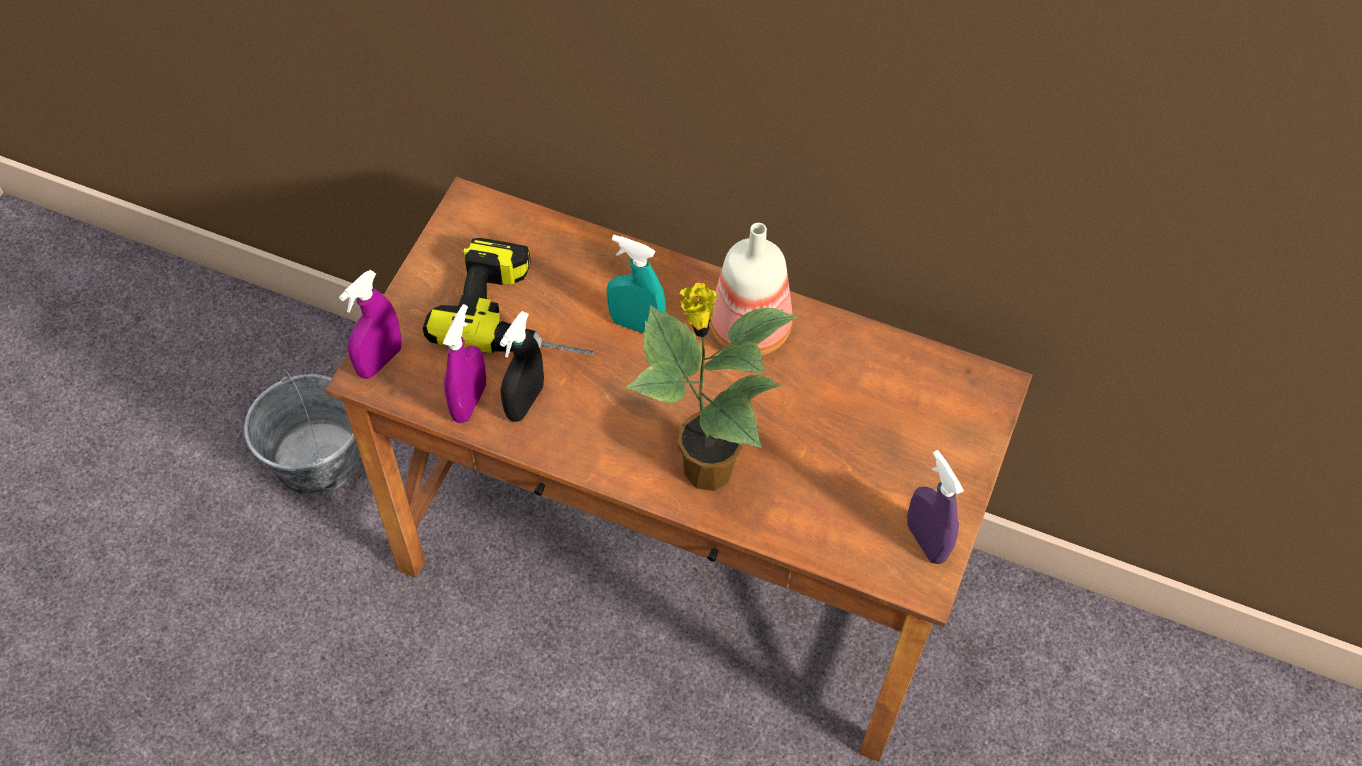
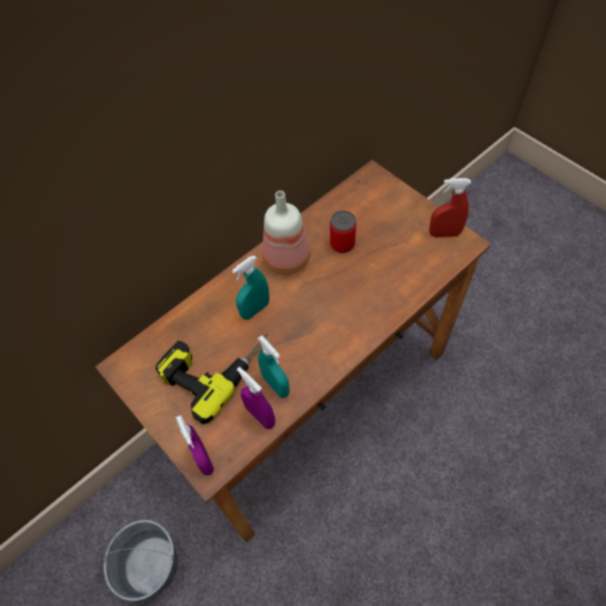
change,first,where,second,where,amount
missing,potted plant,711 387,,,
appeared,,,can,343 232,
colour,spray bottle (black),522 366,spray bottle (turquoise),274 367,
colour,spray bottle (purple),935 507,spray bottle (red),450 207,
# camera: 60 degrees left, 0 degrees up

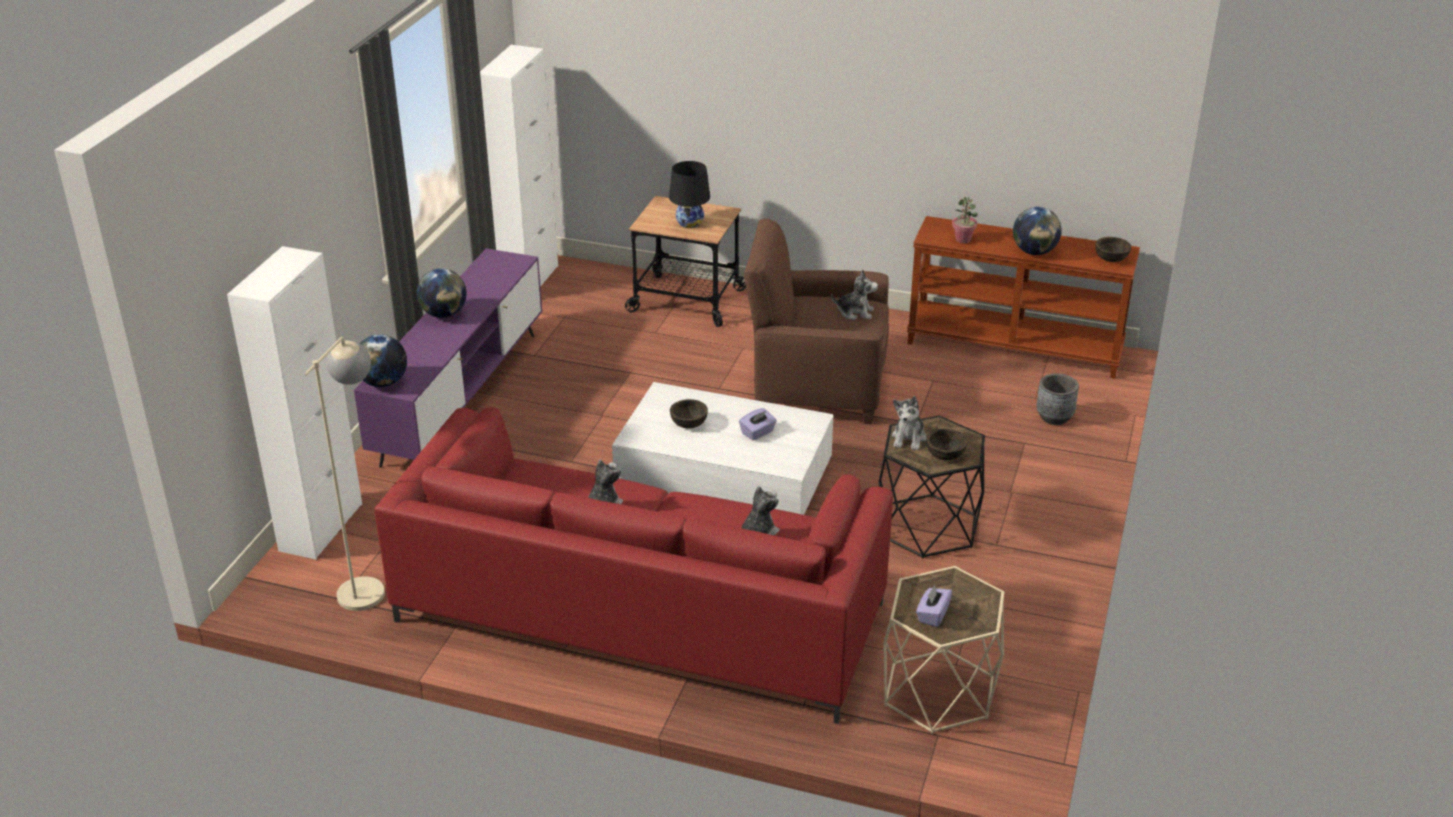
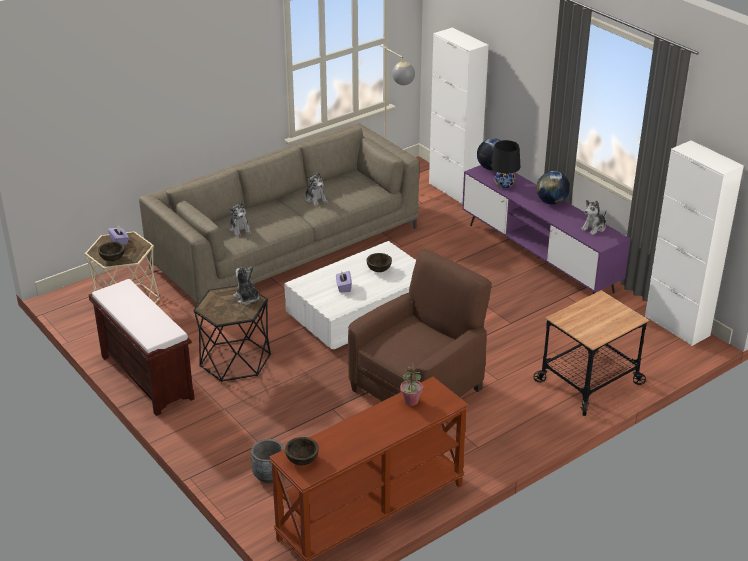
change,first,where,second,where,amount
missing,globe,1037 231,,,
appeared,,,bench (brown),142 347,
relocated,table lamp (black),689 194,,506 164,
relocated,plush toy,854 295,,594 217,
relocated,bowl (brown),946 444,,111 251,
colour,sofa (red),633 565,sofa (beige),279 214,
# camera: 125 degrees right, 0 degrees up

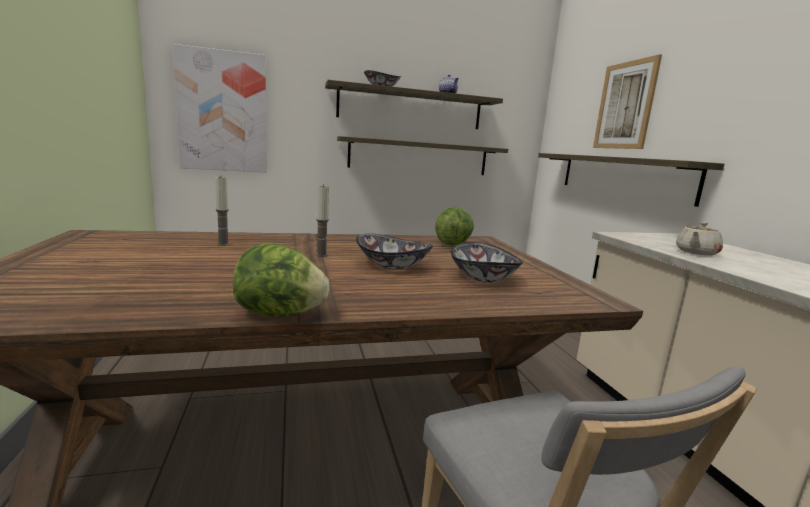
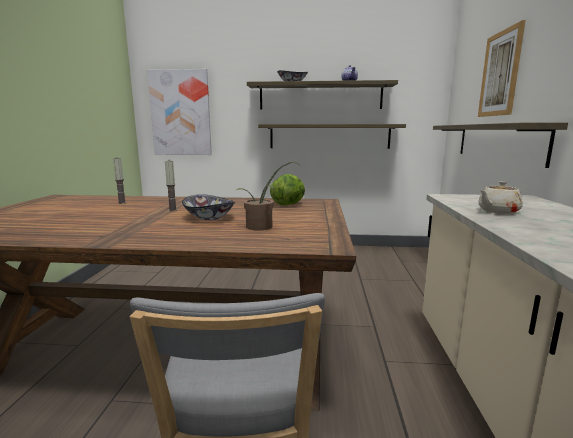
change,first,where,second,where,amount
missing,lettuce,281 280,,,
exchanged,bowl,487 262,potted plant,267 196,
# camera: 20 degrees right, 0 degrees up

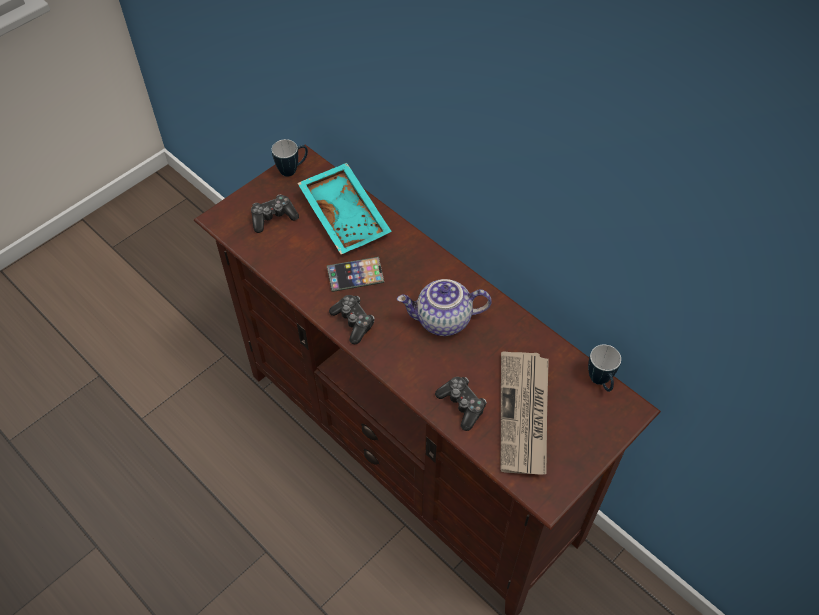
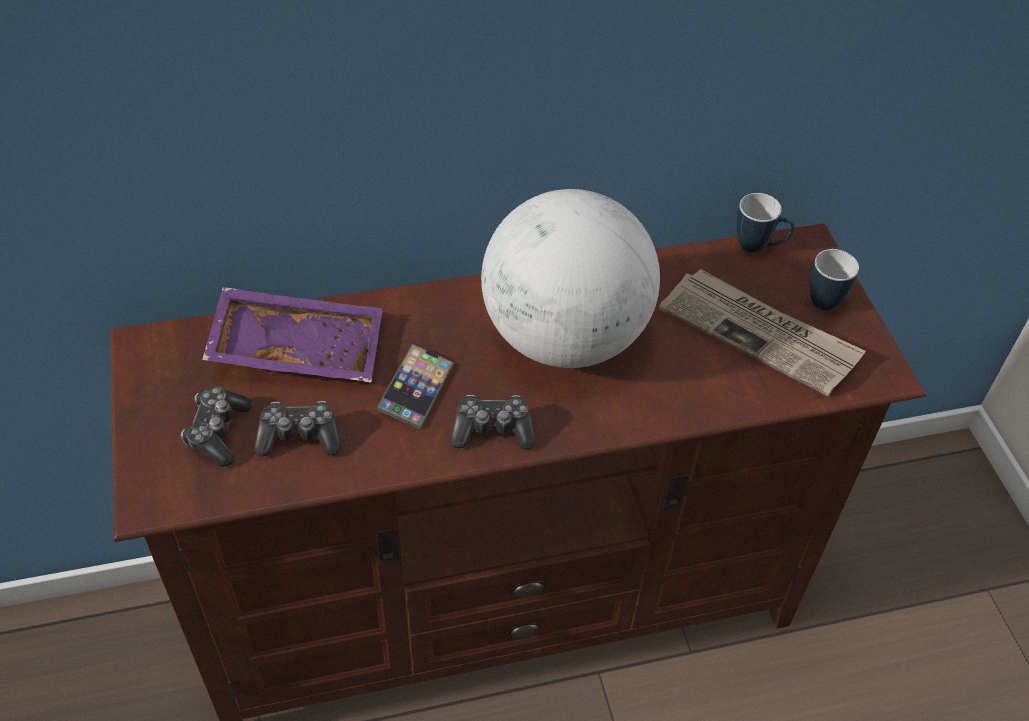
change,first,where,second,where,amount
relocated,mug,290 157,,834 278,
relocated,game controller,461 404,,297 429,
exchanged,teapot,444 307,globe,570 278,
colour,tray (turquoise),344 209,tray (purple),292 334,
# camera: 60 degrees left, 5 degrees down

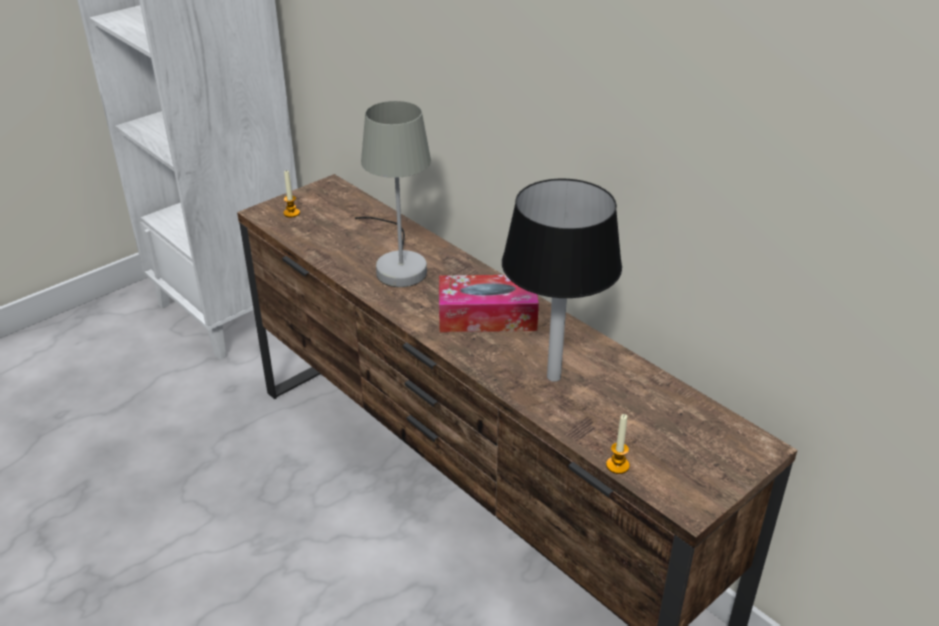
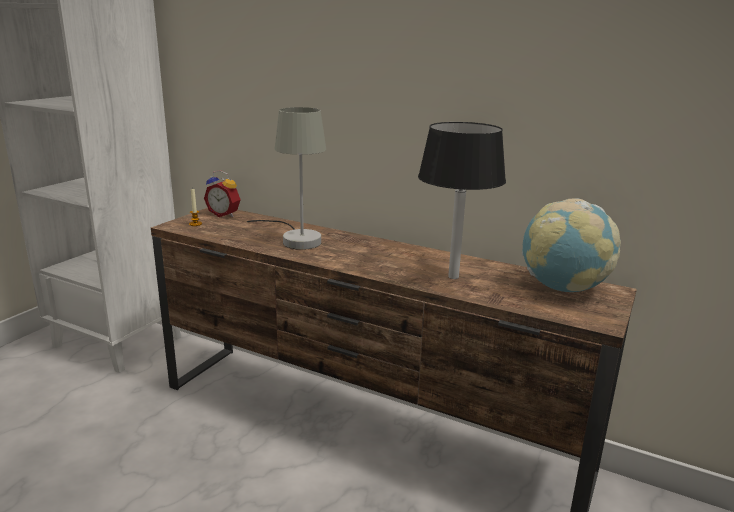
change,first,where,second,where,amount
missing,tissue box,489 303,,,
missing,candle,618 444,,,
appeared,,,alarm clock,222 193,
appeared,,,globe,571 245,
# camera: 20 degrees left, 15 degrees down

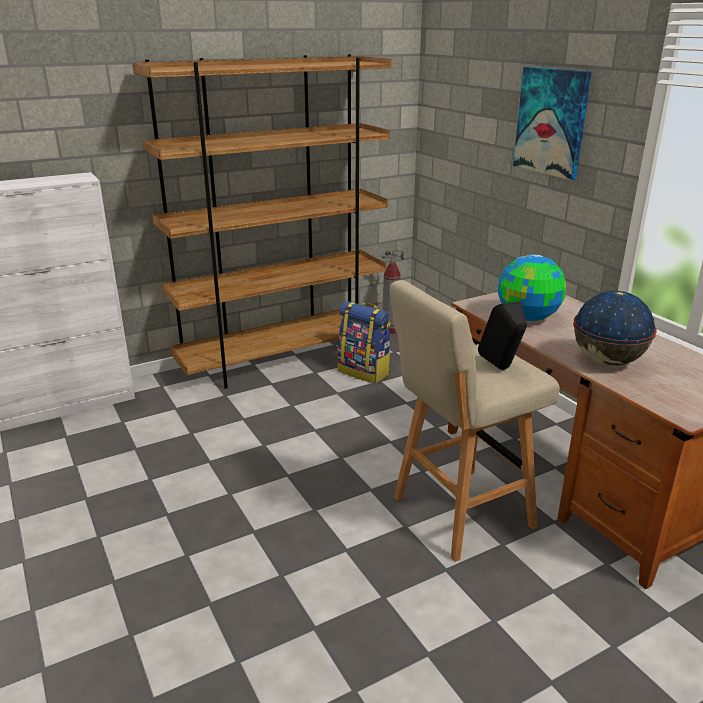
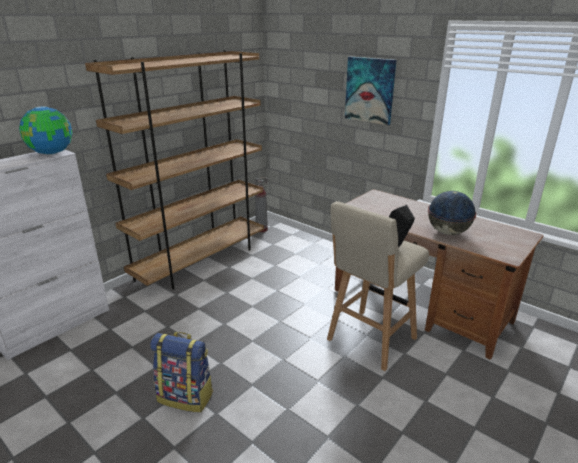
change,first,where,second,where,amount
relocated,backpack,364 342,,181 372,
relocated,globe,532 287,,45 130,
# camera: 20 degrees left, 0 degrees up

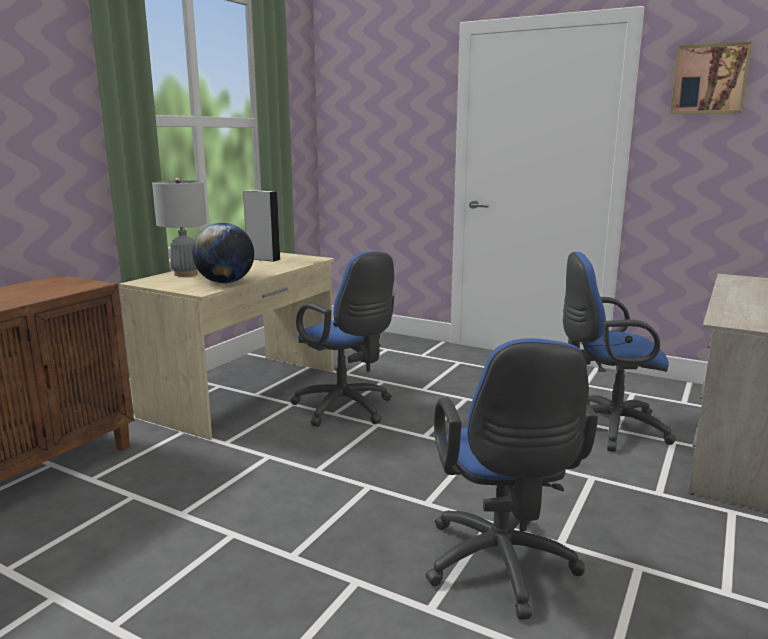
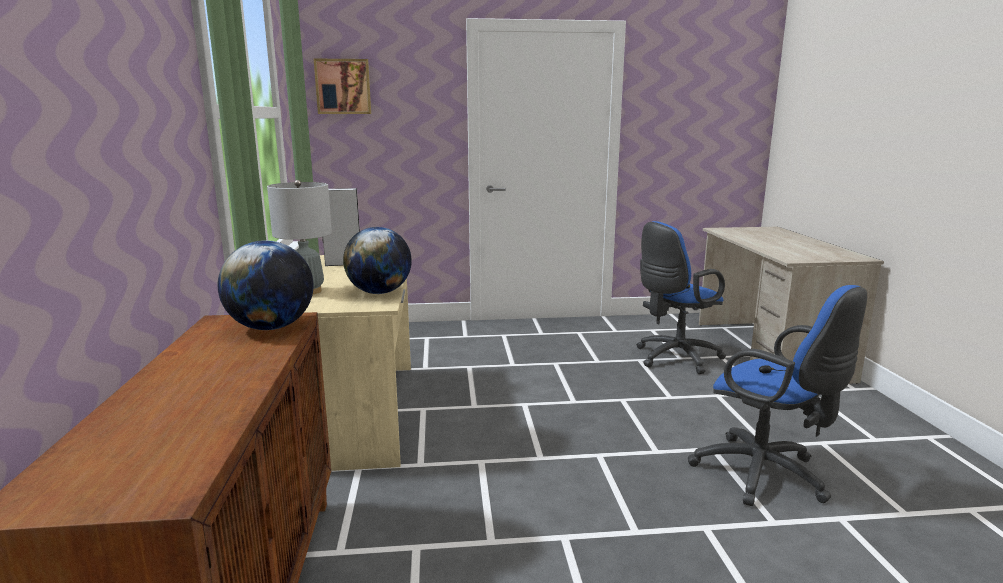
change,first,where,second,where,amount
missing,office chair (blue),342 339,,,
appeared,,,globe,265 285,
relocated,picture,711 78,,342 86,
# camera: 35 degrees left, 0 degrees up

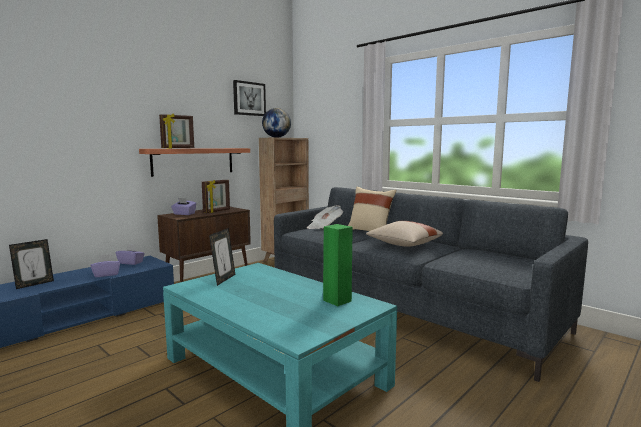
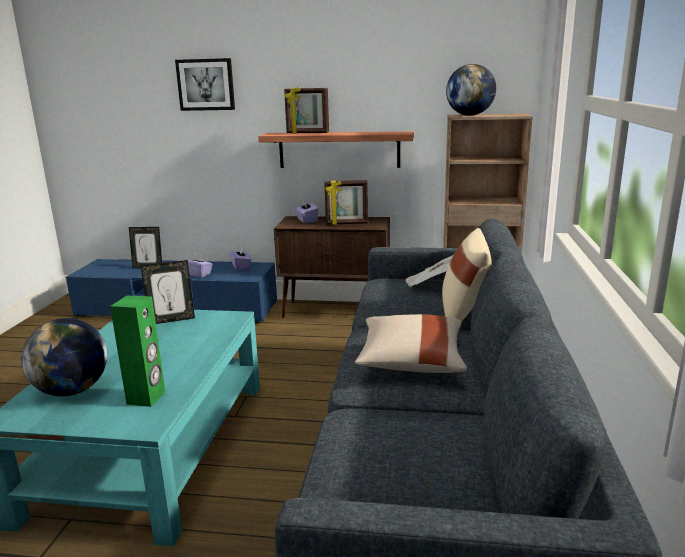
change,first,where,second,where,amount
appeared,,,globe,64 357,
relocated,picture,249 98,,205 84,
# camera: 55 degrees right, 10 degrees up

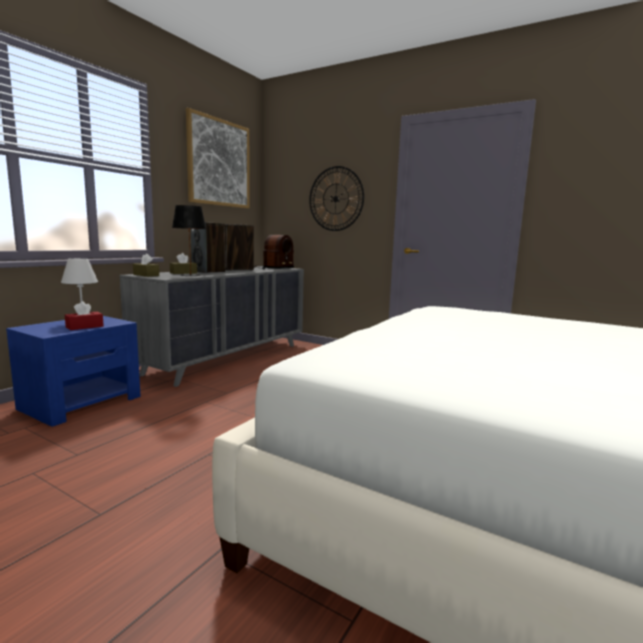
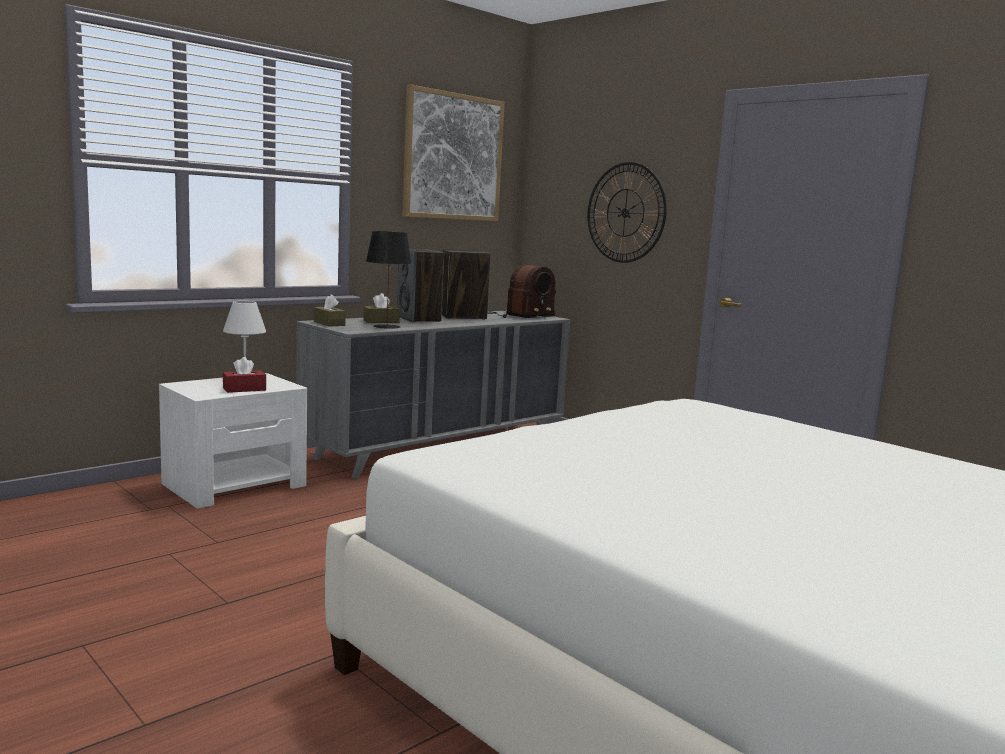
change,first,where,second,where,amount
colour,nightstand (blue),73 371,nightstand (white),233 440,
# camera: 15 degrees right, 0 degrees up

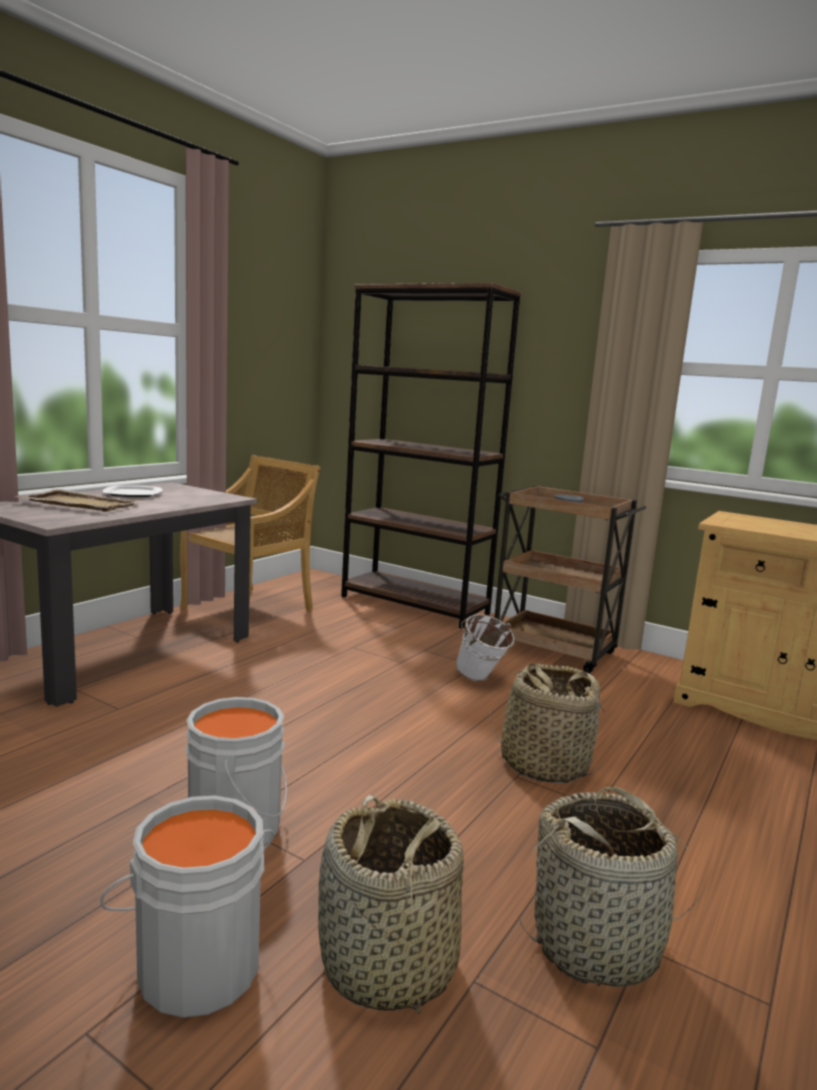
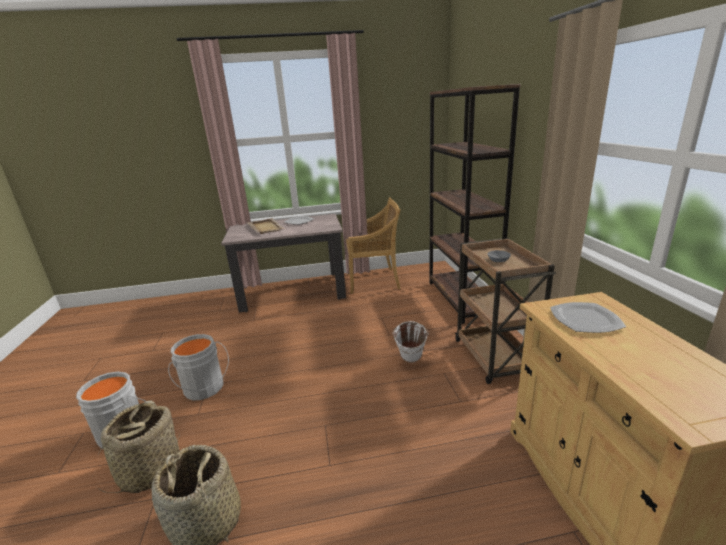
change,first,where,second,where,amount
missing,basket,547 723,,,
appeared,,,plate,588 317,
# camera: 50 degrees right, 10 degrees up

